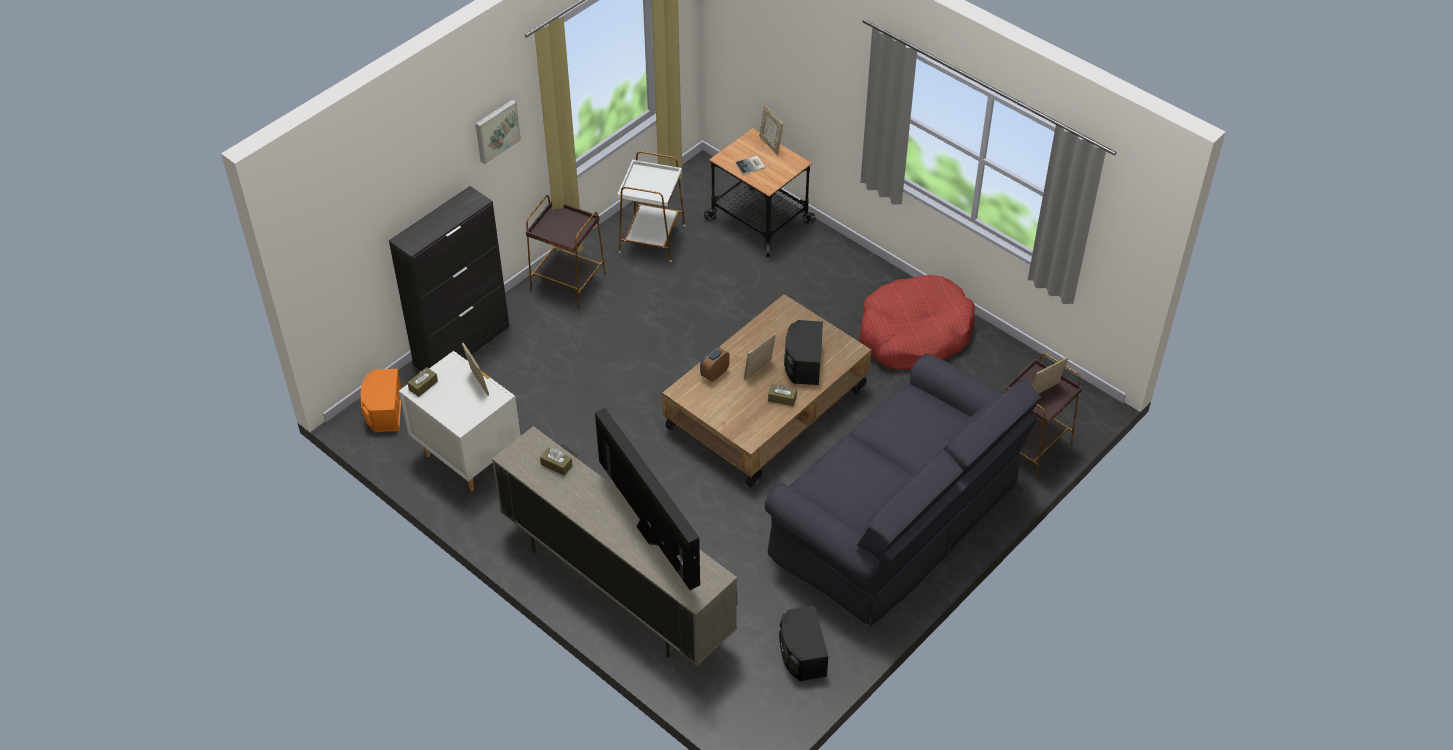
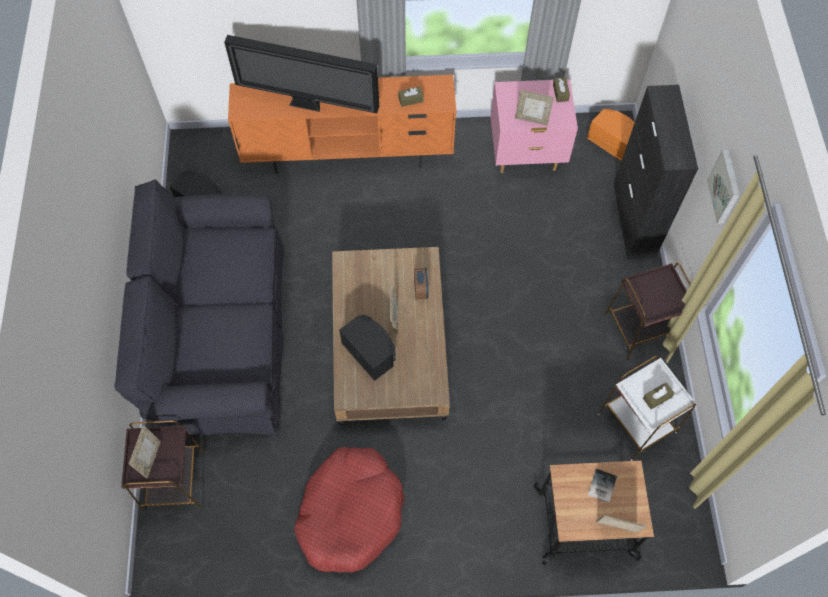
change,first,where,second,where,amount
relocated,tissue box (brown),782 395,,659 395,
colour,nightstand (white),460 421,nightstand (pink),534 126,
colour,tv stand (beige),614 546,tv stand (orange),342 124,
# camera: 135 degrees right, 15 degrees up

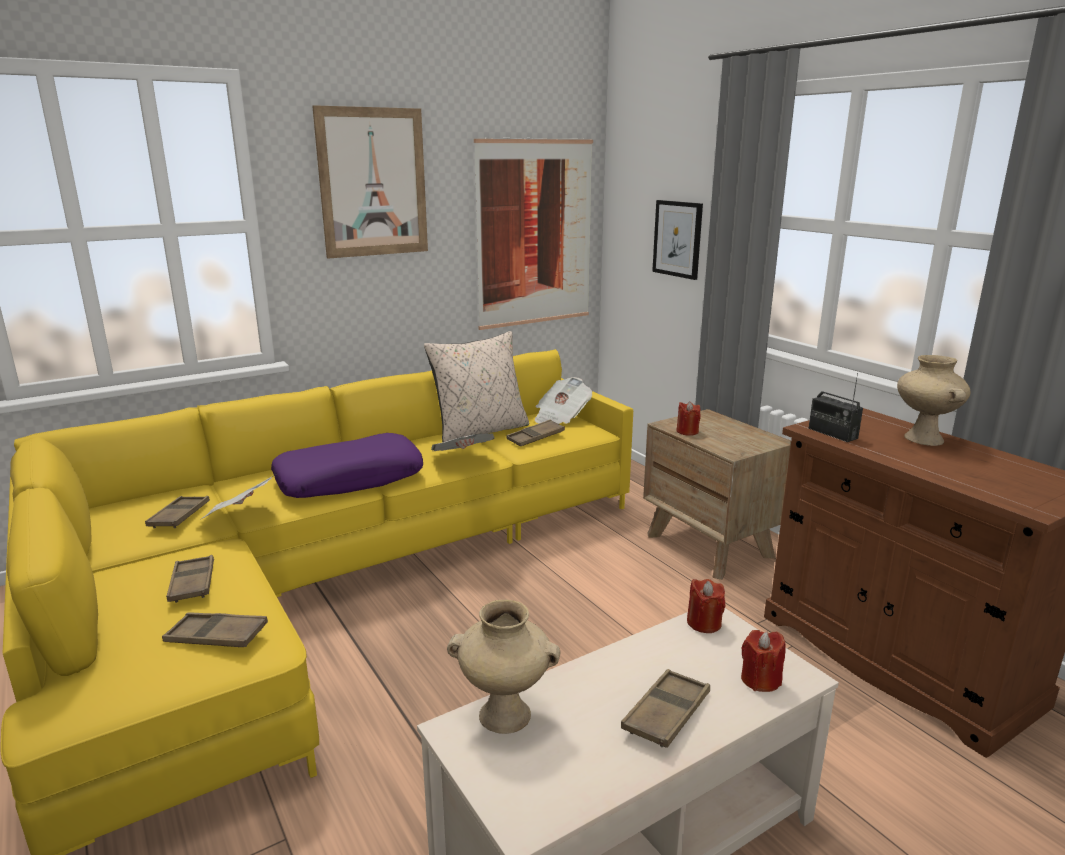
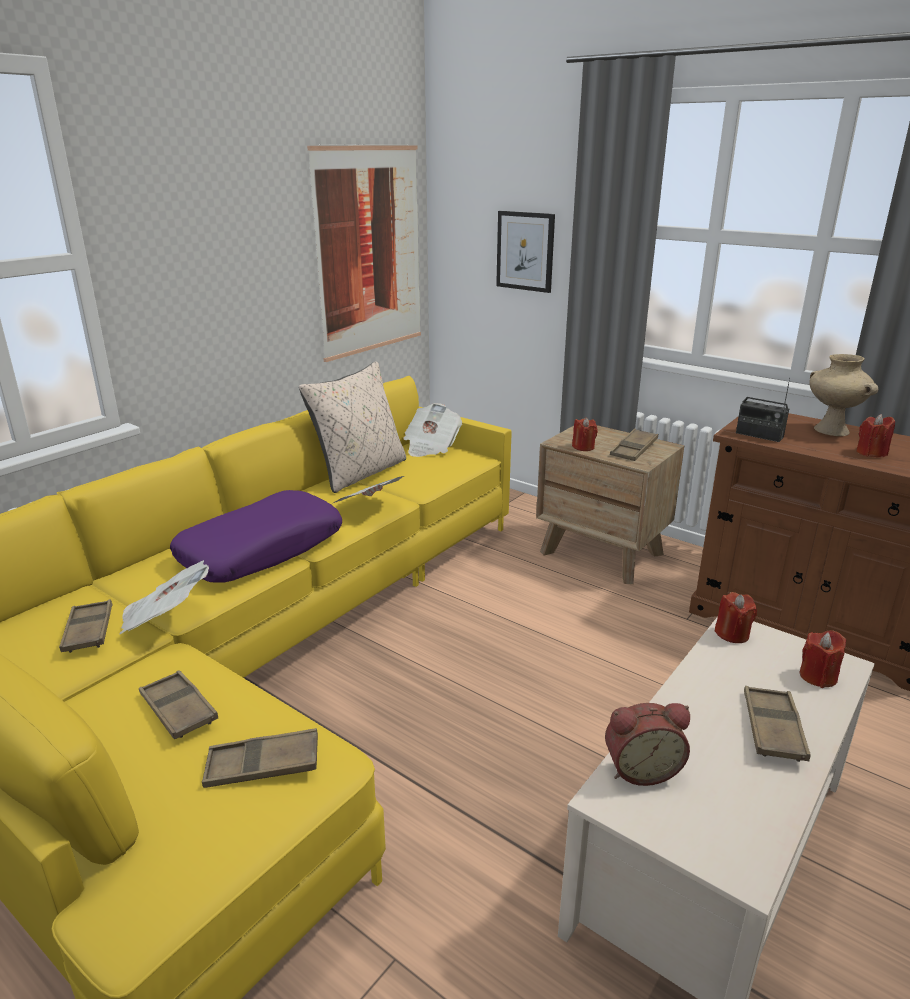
change,first,where,second,where,amount
missing,picture,370 182,,,
appeared,,,candle (red),875 435,
relocated,tray (brown),535 432,,634 444,
exchanged,vase (beige),504 667,alarm clock,647 744,
# camera: 20 degrees left, 5 degrees up

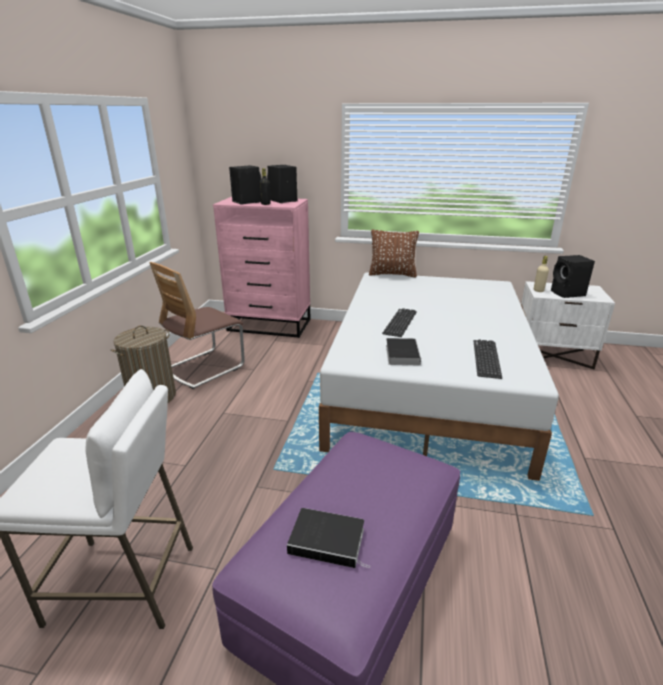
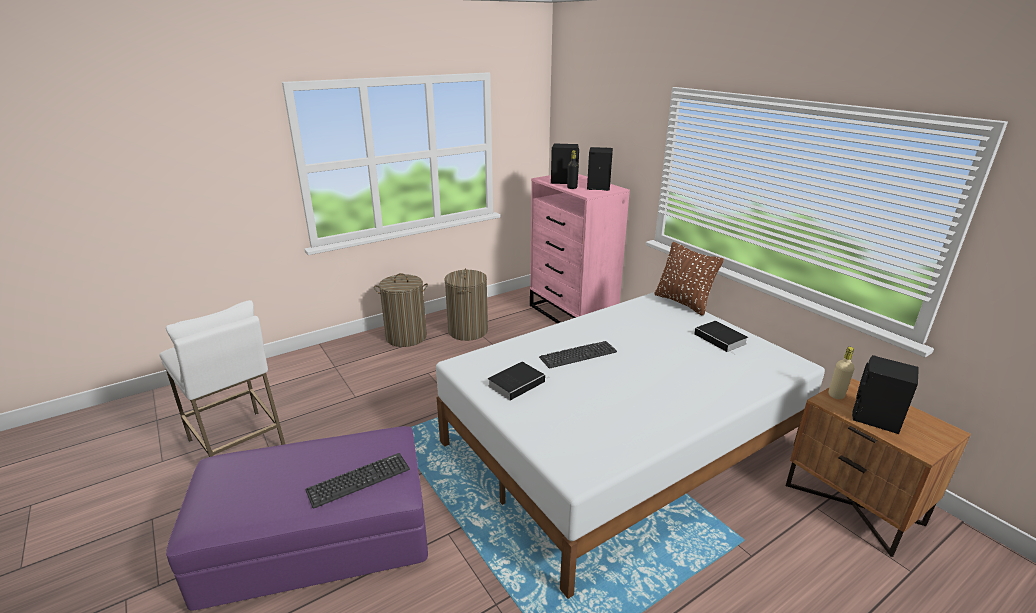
change,first,where,second,where,amount
relocated,book,328 538,,721 338,
relocated,keyboard,488 359,,358 480,
exchanged,chair,197 325,laundry basket,466 304,
colour,nightstand (white),568 325,nightstand (brown),878 467,
# camera: 45 degrees right, 0 degrees up

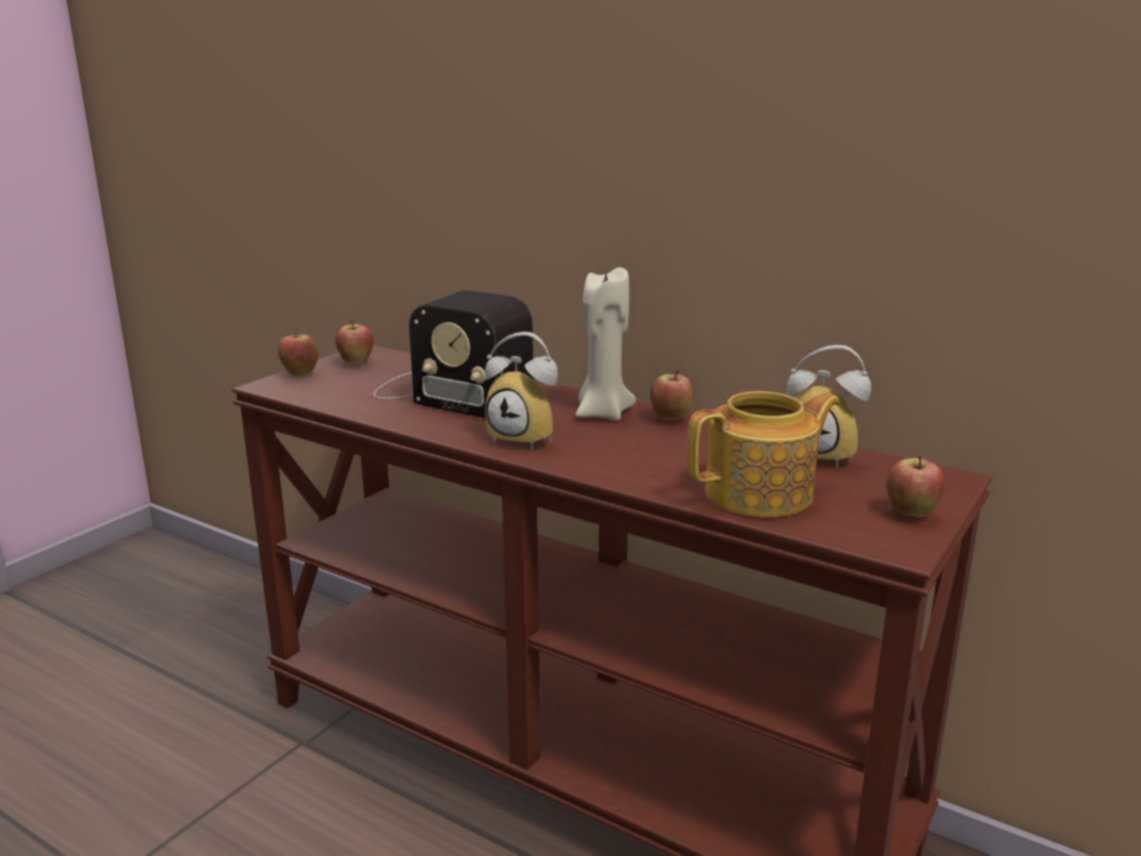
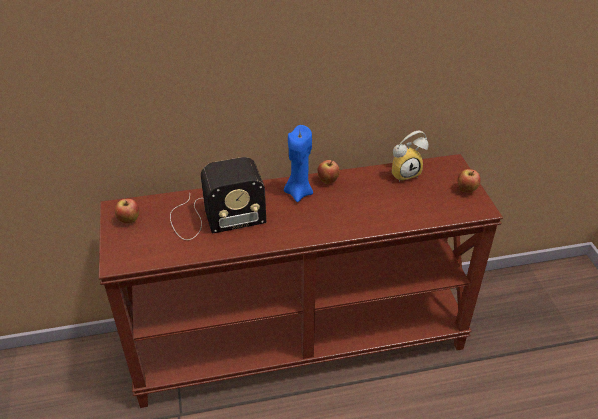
change,first,where,second,where,amount
missing,apple,298 352,,,
missing,alarm clock,521 391,,,
missing,teapot,763 454,,,
colour,candle (beige),606 344,candle (blue),298 163,
# camera: 45 degrees left, 20 degrees up

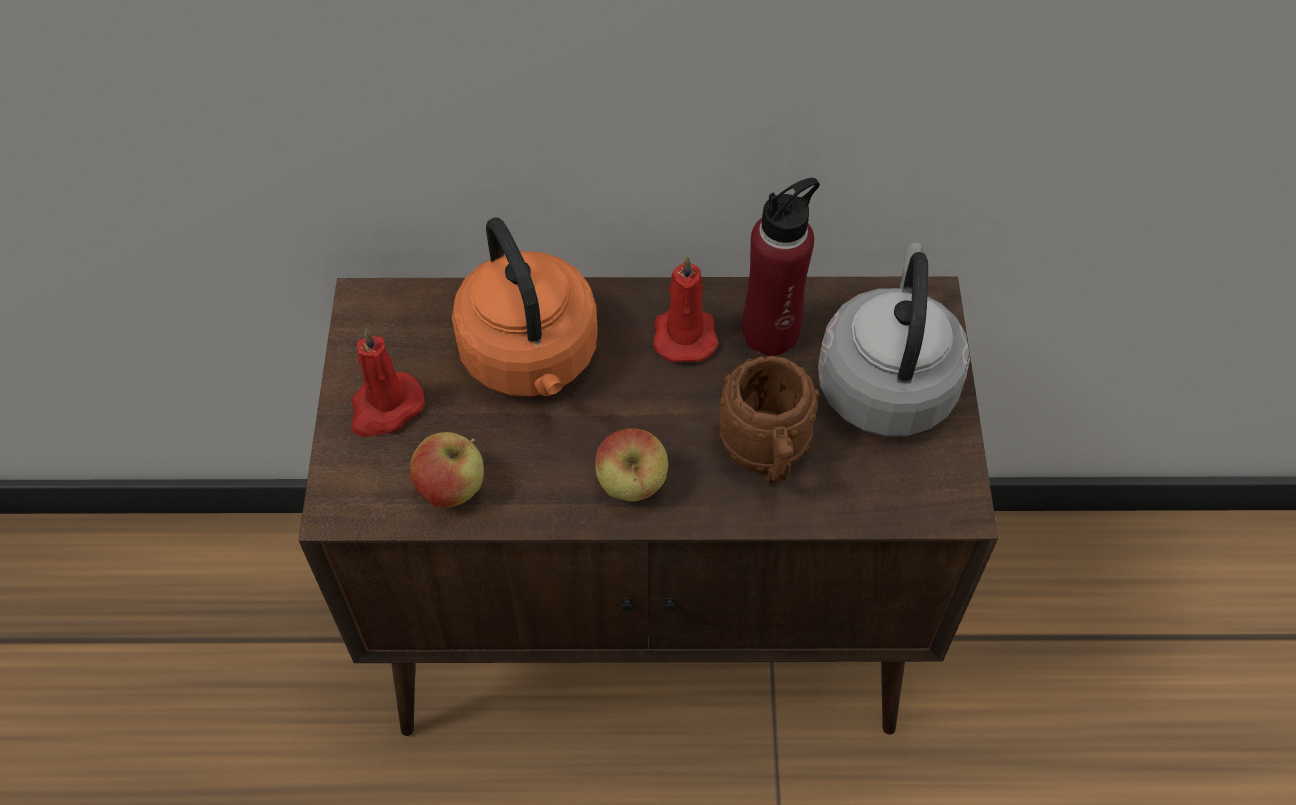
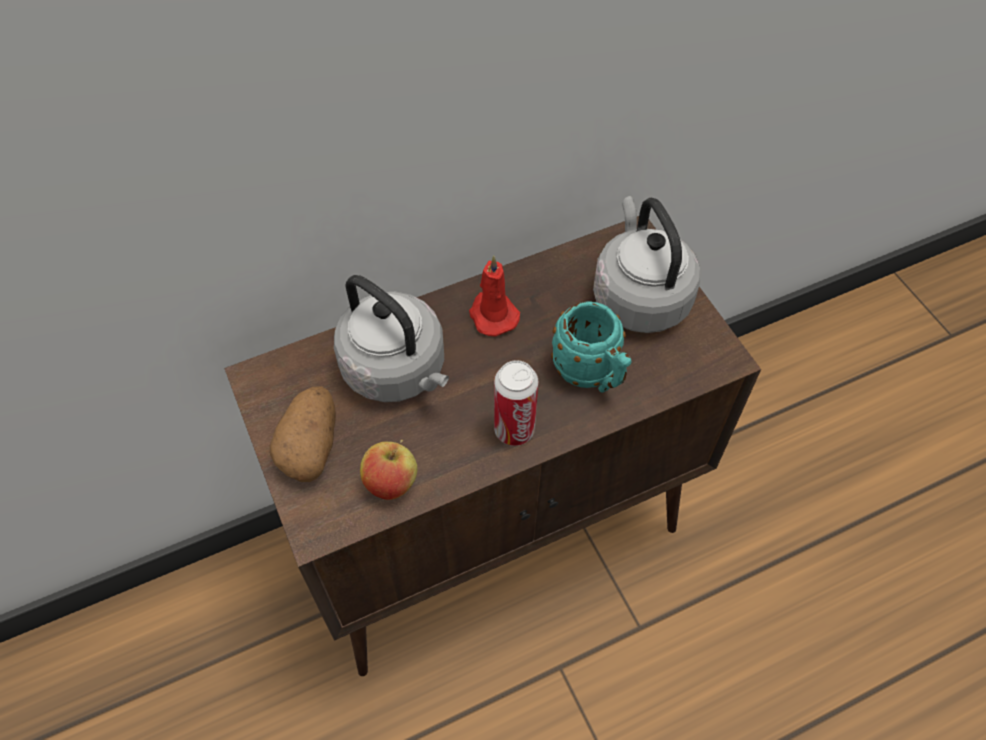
change,first,where,second,where,amount
missing,bottle (red),781 267,,,
exchanged,candle (red),388 382,potato,303 434,
exchanged,apple,631 465,can,516 403,
colour,kettle (orange),525 307,kettle (grey),391 338,
colour,mug (brown),769 420,mug (turquoise),591 346,
# camera: 25 degrees left, 0 degrees up

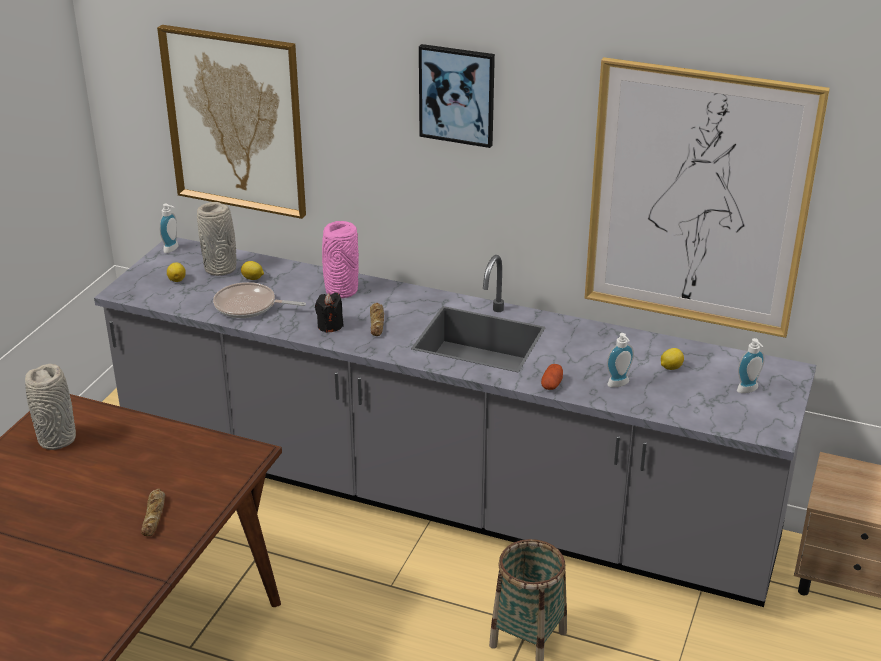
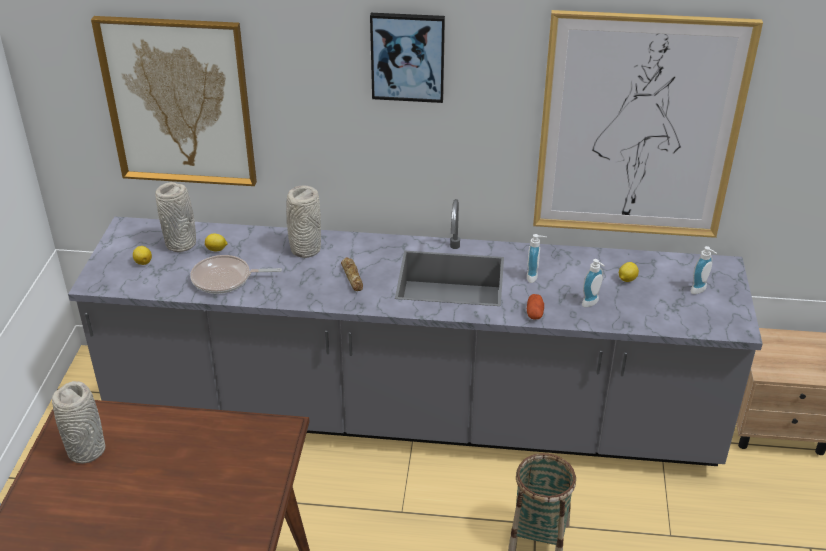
change,first,where,second,where,amount
missing,bread,153 512,,,
missing,candle (black),329 312,,,
relocated,soap dispenser,169 228,,537 258,
colour,vase (pink),340 260,vase (grey),303 221,
# camera: 15 degrees left, 5 degrees up

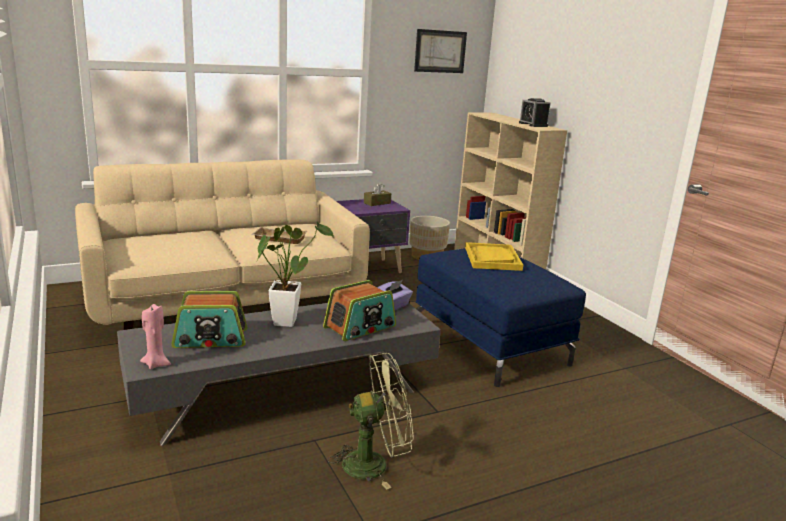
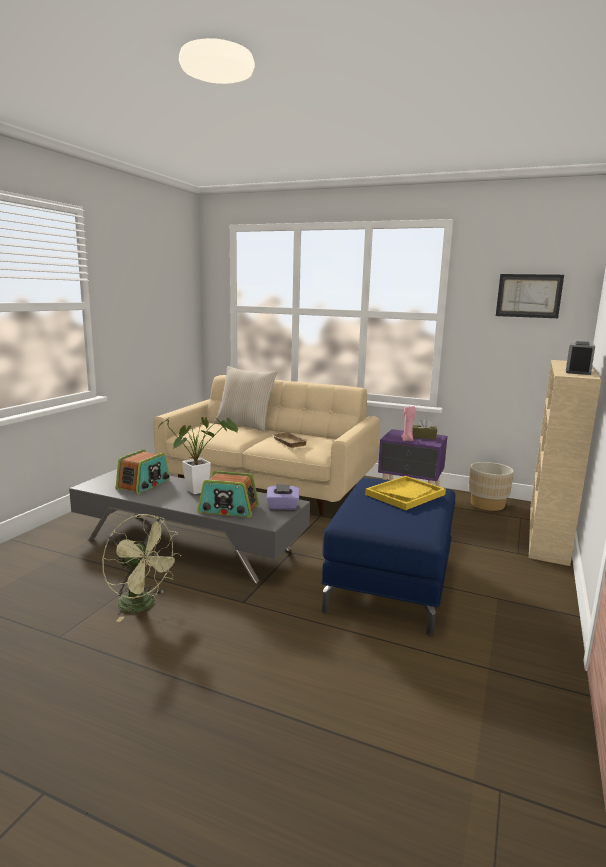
change,first,where,second,where,amount
appeared,,,pillow (beige),246 399,
relocated,candle (pink),155 336,,408 423,
spun,radio,209 319,,143 471,105 degrees counterclockwise
# camera: 50 degrees right, 5 degrees down

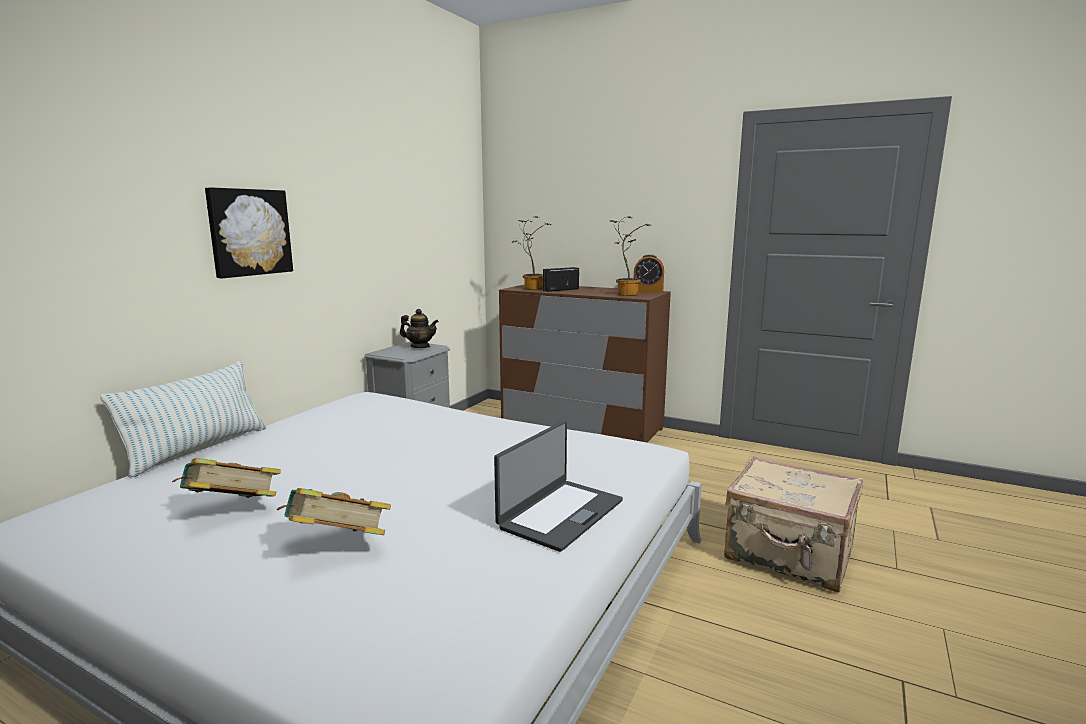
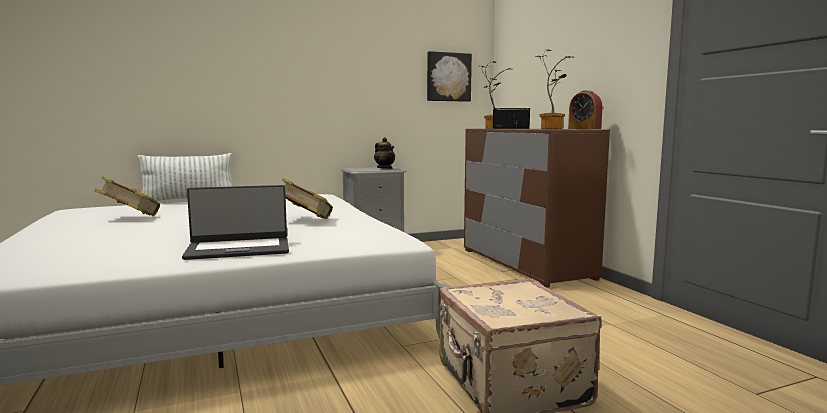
change,first,where,second,where,amount
relocated,picture,249 232,,449 76,
relocated,book,334 511,,307 198,
# camera: 40 degrees right, 5 degrees down

